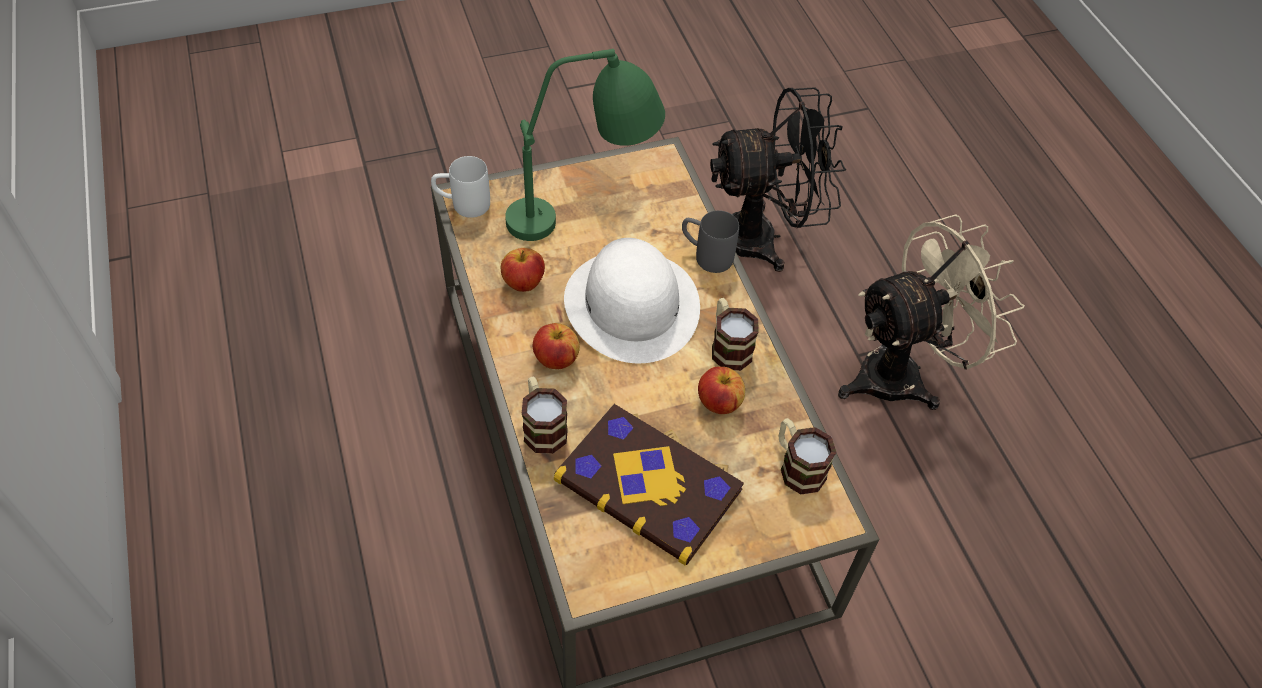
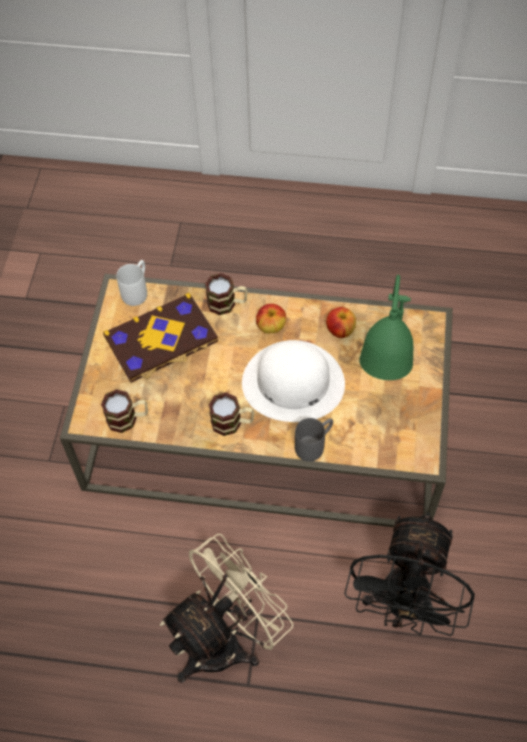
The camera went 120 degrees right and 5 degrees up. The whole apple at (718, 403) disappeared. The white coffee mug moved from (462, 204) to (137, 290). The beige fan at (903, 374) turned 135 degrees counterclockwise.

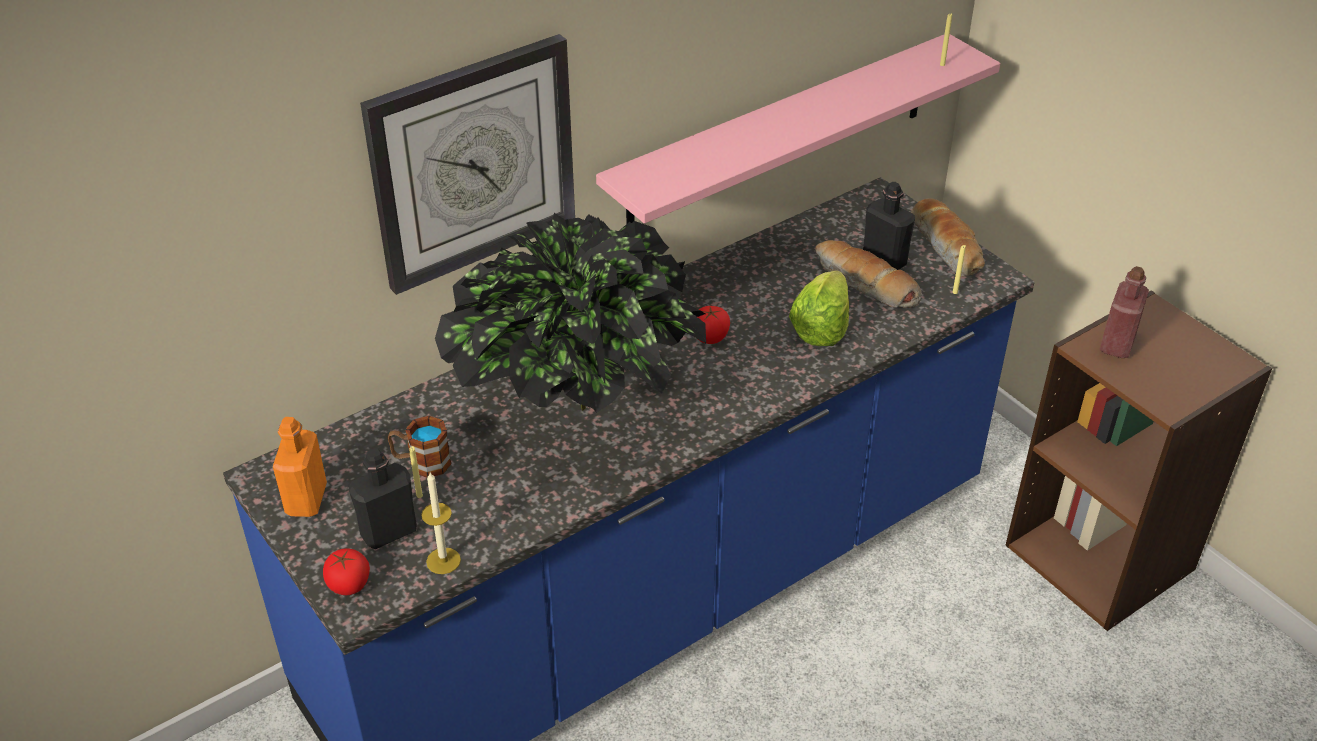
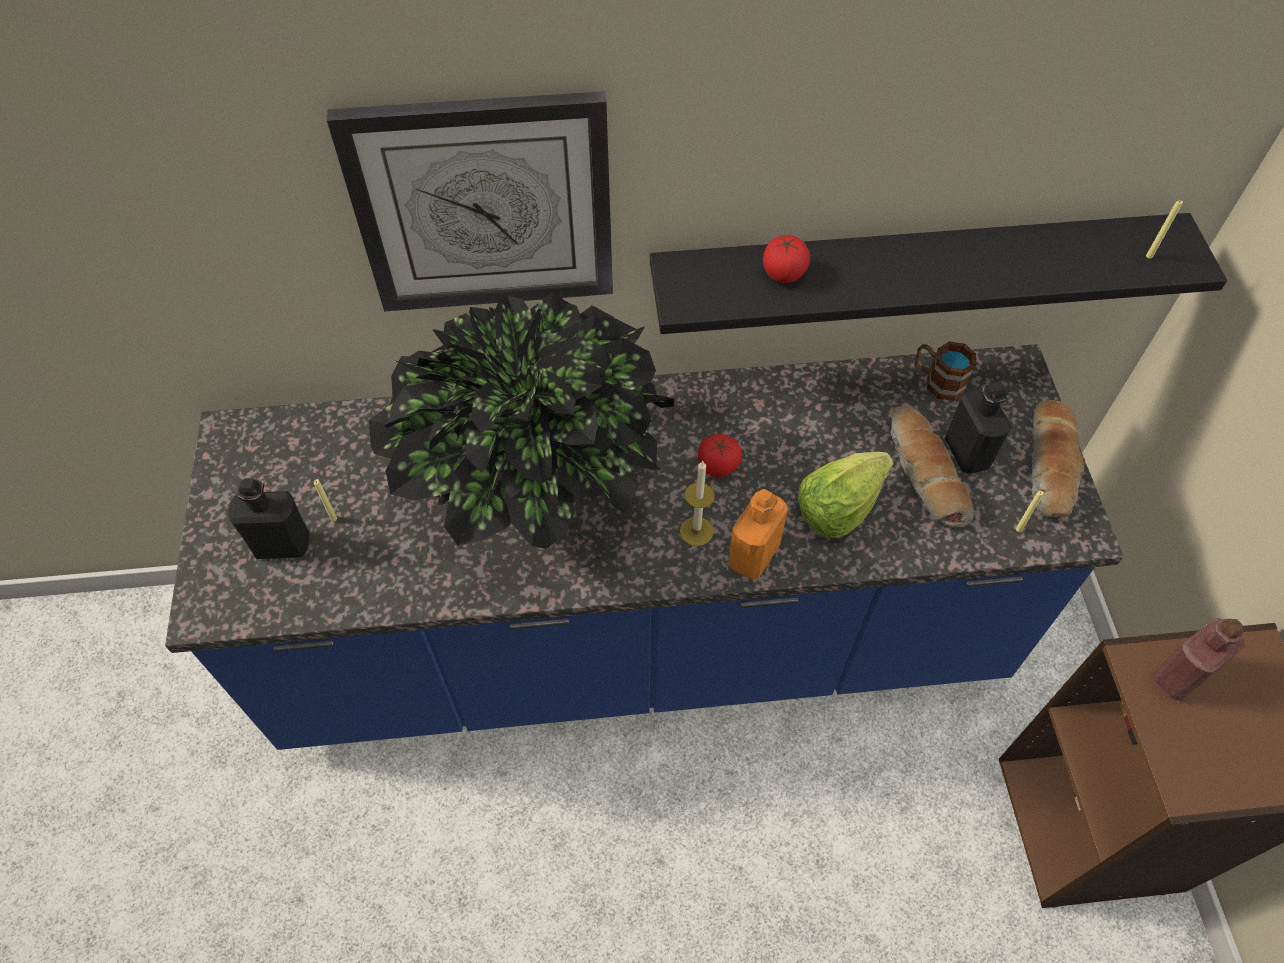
The camera went 30 degrees right and 15 degrees up. The orange-coloured drink bottle moved from (306, 499) to (753, 555). The whole tomato moved from (348, 584) to (783, 273). The coffee mug moved from (421, 462) to (937, 381). The candle moved from (443, 561) to (696, 531). The pinkish shelf at (781, 136) became the blackish shelf at (912, 271).

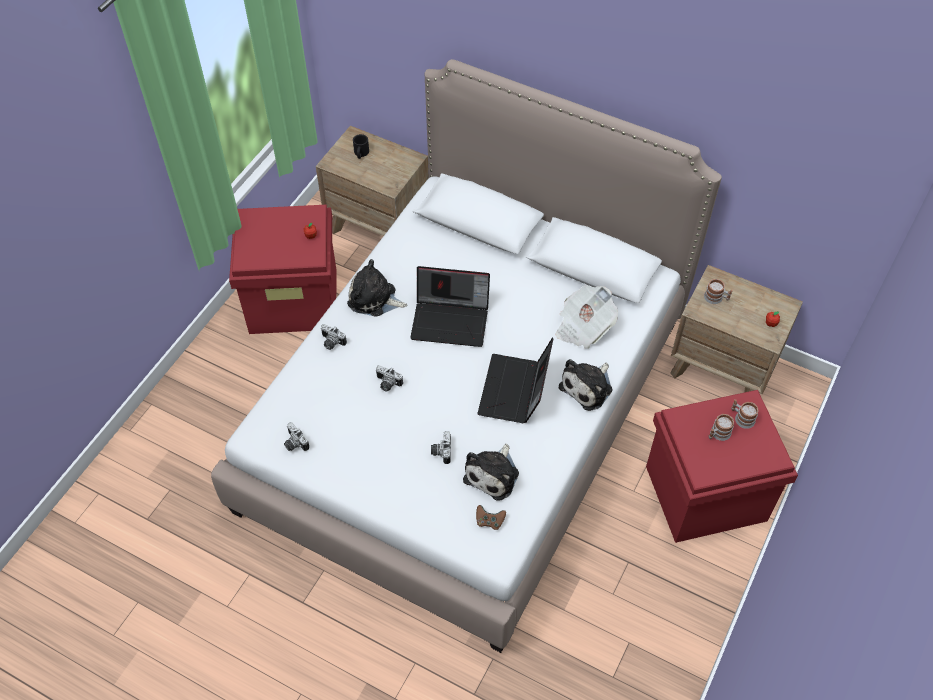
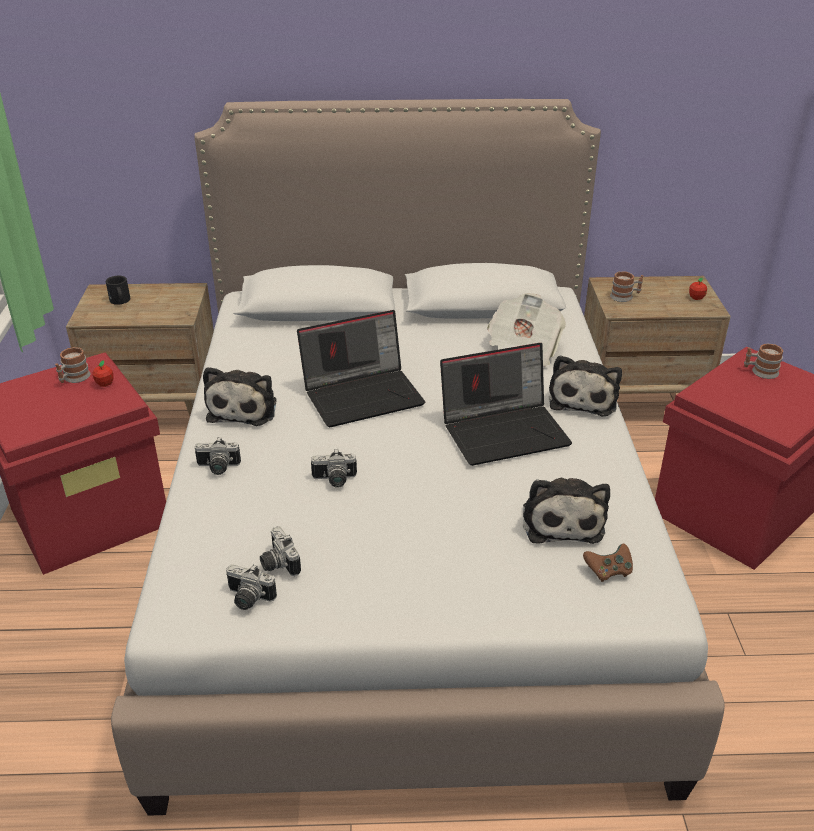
The camera went 30 degrees left and 20 degrees down. The photo camera moved from (441, 451) to (277, 563). The coffee mug moved from (718, 434) to (74, 378). The soft toy at (374, 299) turned 75 degrees counterclockwise. The notebook computer at (515, 391) turned 90 degrees counterclockwise.

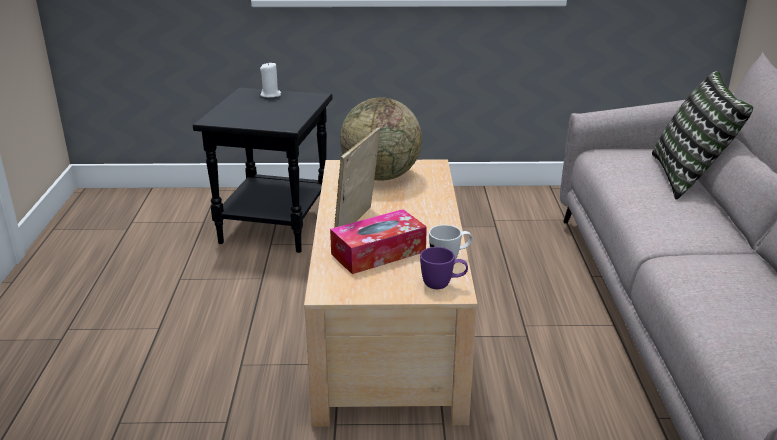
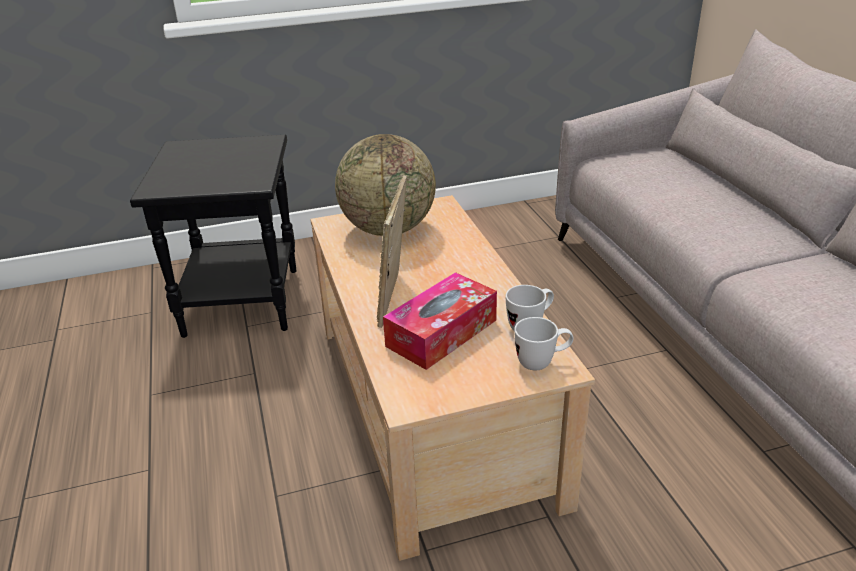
The camera went 15 degrees left and 5 degrees up. The white candle at (271, 95) disappeared. The cushion at (690, 177) disappeared. The purplish coffee mug at (443, 285) became the white coffee mug at (542, 362).

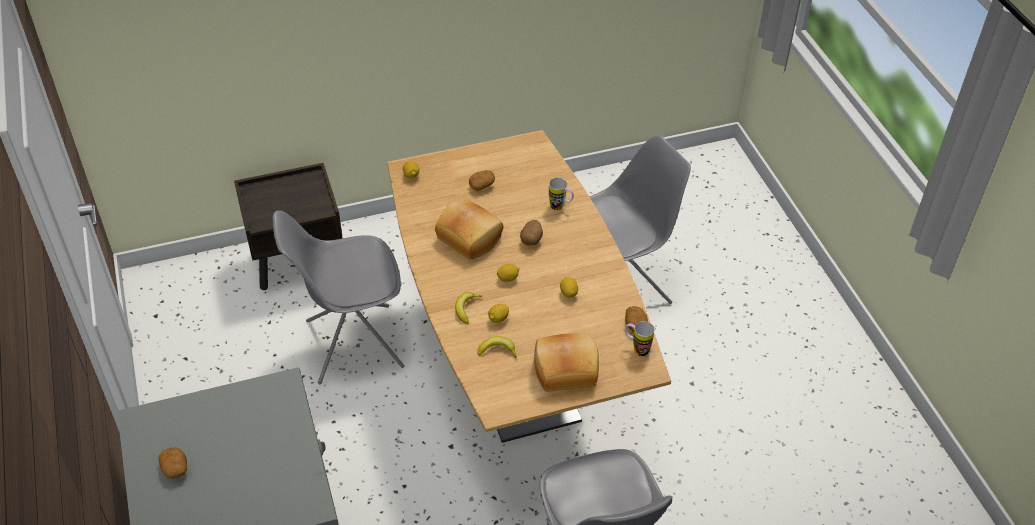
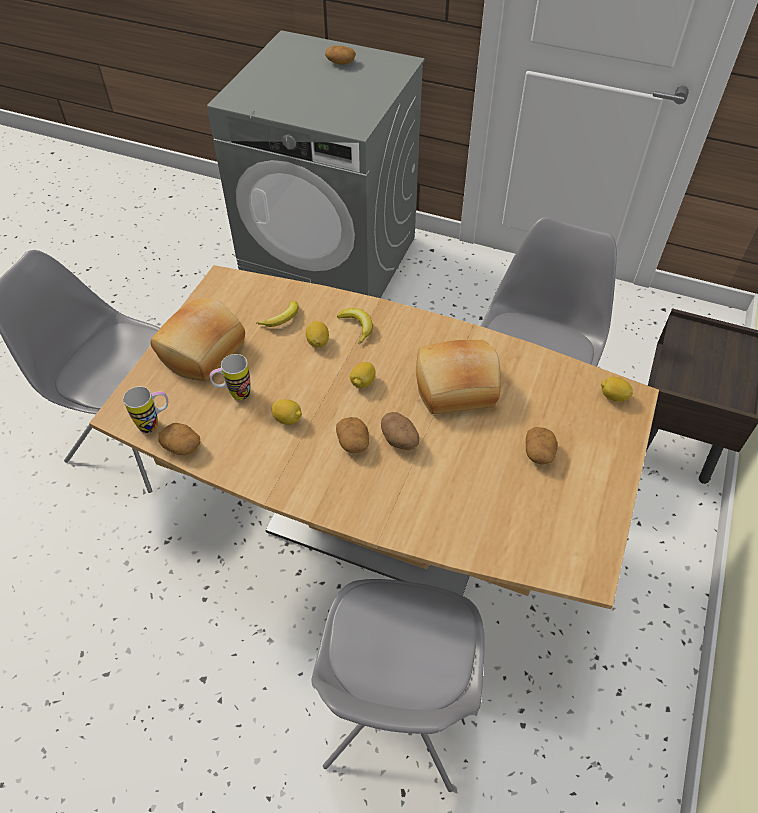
The camera went 130 degrees right and 5 degrees up. The spud at (353, 442) appeared. The coffee mug moved from (560, 207) to (234, 394).

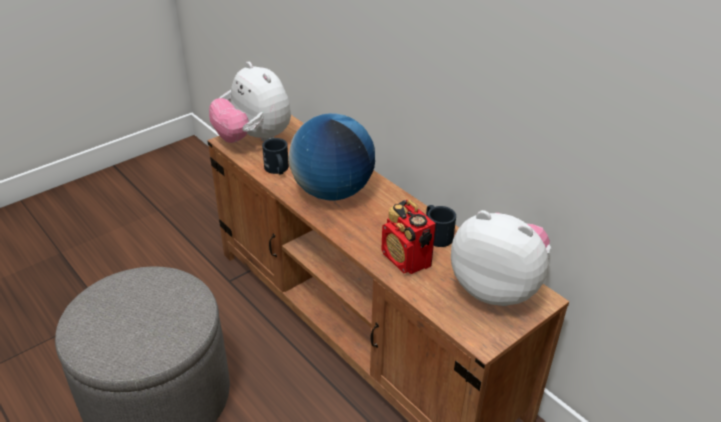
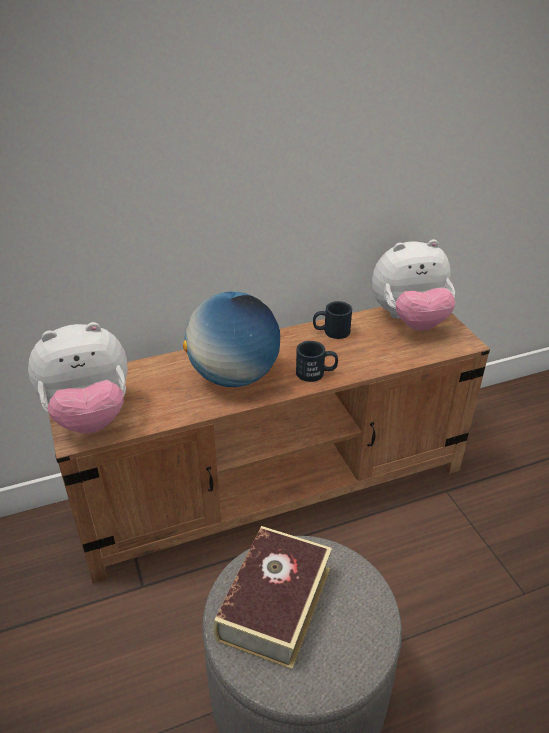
The camera went 70 degrees left and 0 degrees up. The radio set at (406, 260) disappeared. The bound book at (274, 603) appeared. The blackish coffee mug moved from (277, 170) to (316, 373). The soft toy at (496, 287) turned 150 degrees counterclockwise.

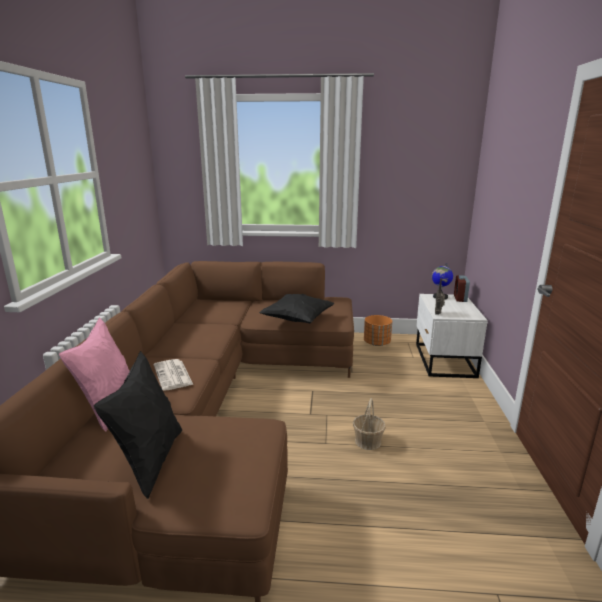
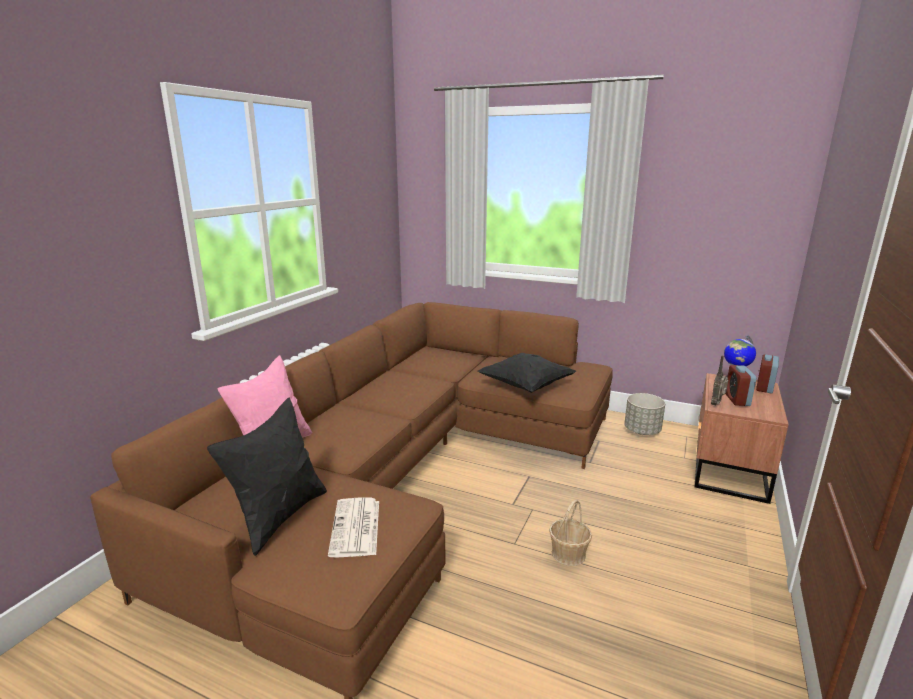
The camera went 20 degrees right and 0 degrees up. The alarm clock at (737, 400) appeared. The daily paper moved from (173, 375) to (356, 528). The orange-coloured planter at (377, 343) became the grey planter at (642, 431). The white night table at (443, 360) became the brownish night table at (727, 470).

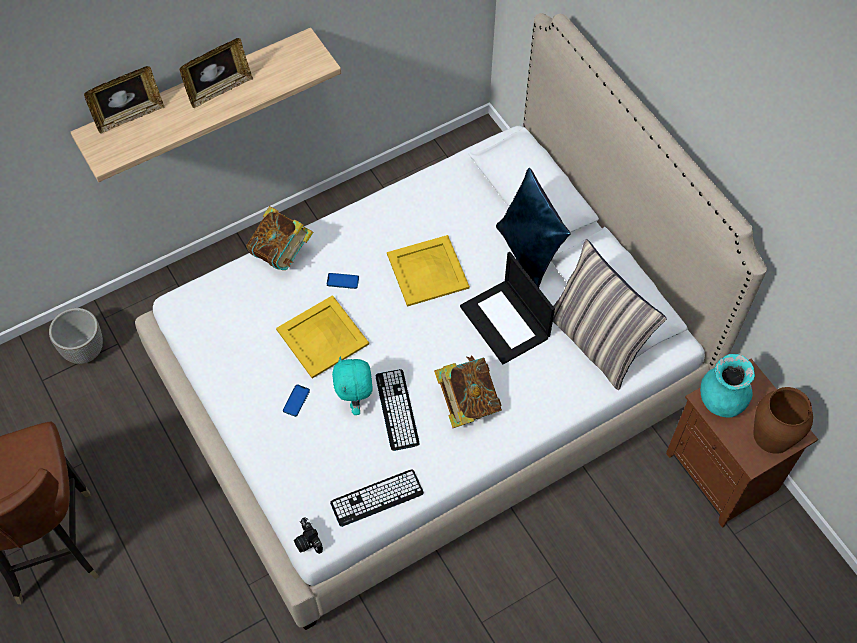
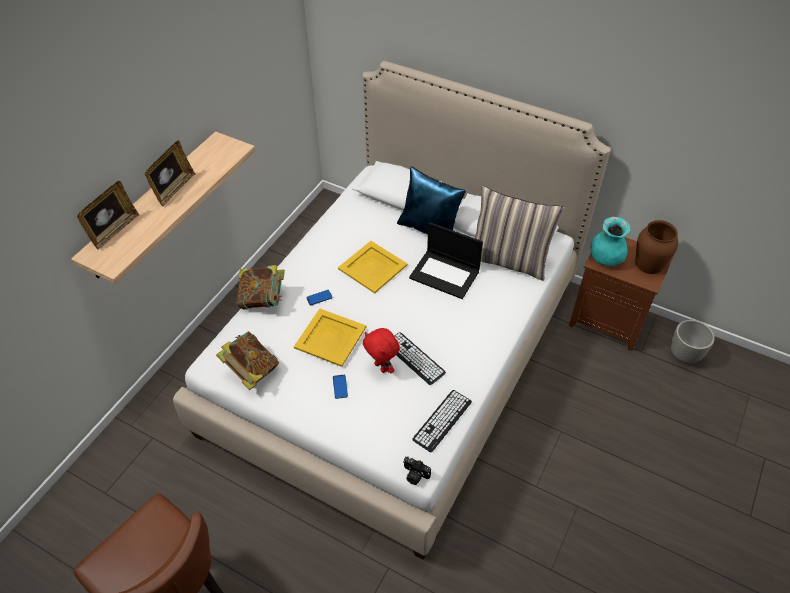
The camera went 30 degrees left and 10 degrees down. The planter moved from (85, 350) to (684, 355). The bound book moved from (467, 402) to (251, 371). The blue-green soft toy at (355, 401) became the reddish soft toy at (382, 367).

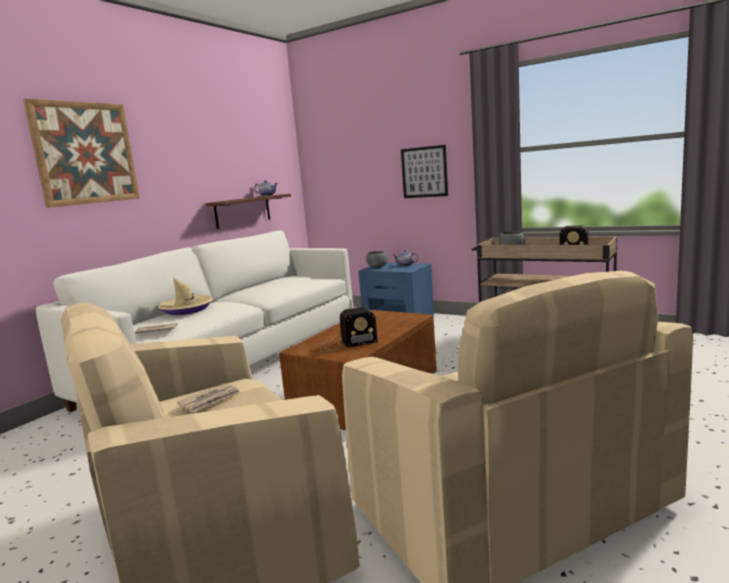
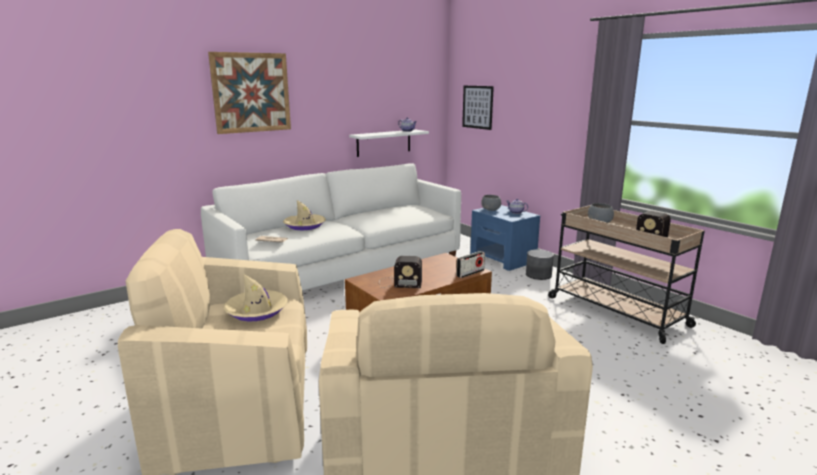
The camera went 20 degrees right and 5 degrees up. The radio set at (470, 273) appeared. The grey planter at (539, 275) appeared. The picture moved from (424, 172) to (477, 107). The daily paper at (211, 400) was replaced by the beige hat at (257, 311). The brownish shelf at (243, 211) became the white shelf at (384, 143).

